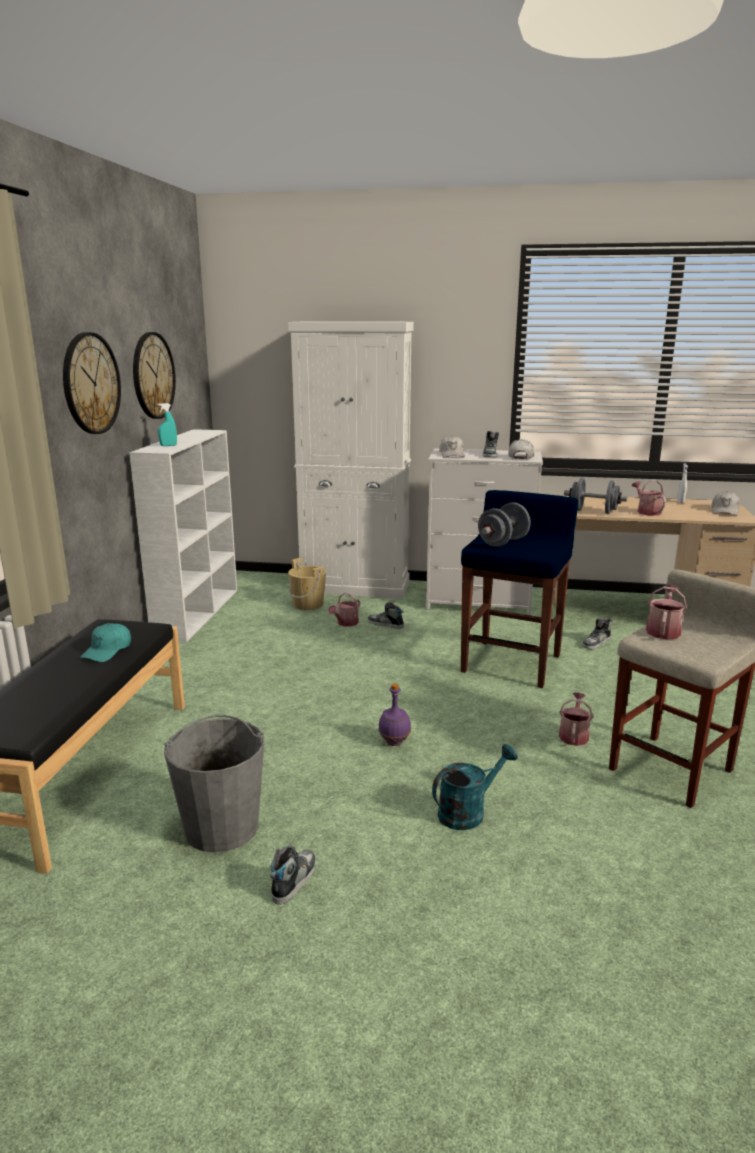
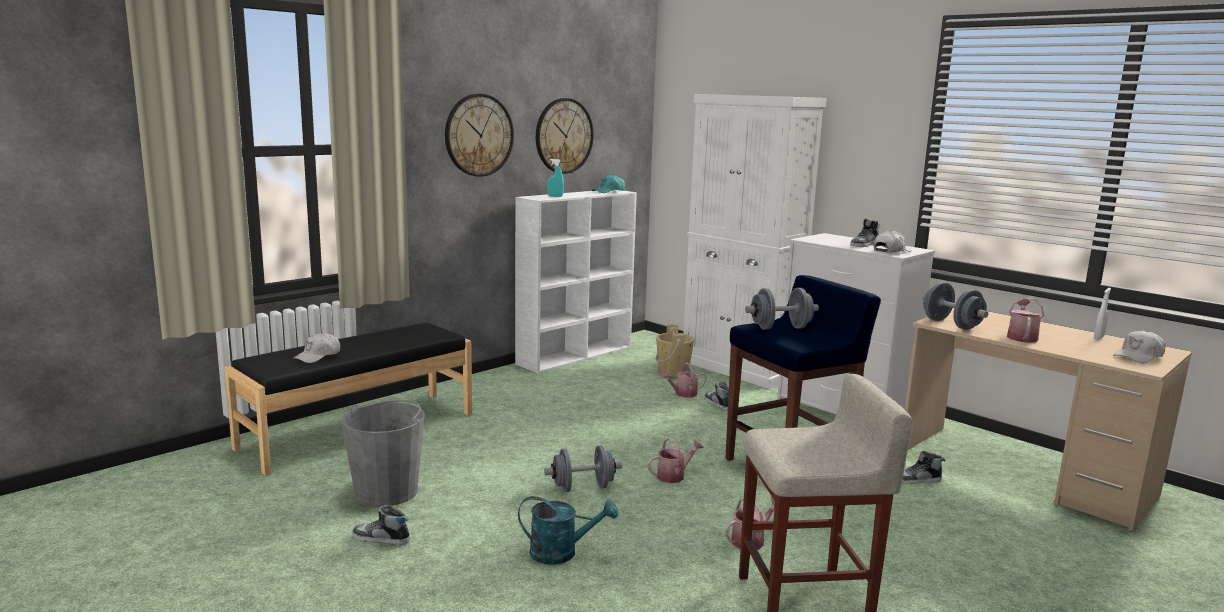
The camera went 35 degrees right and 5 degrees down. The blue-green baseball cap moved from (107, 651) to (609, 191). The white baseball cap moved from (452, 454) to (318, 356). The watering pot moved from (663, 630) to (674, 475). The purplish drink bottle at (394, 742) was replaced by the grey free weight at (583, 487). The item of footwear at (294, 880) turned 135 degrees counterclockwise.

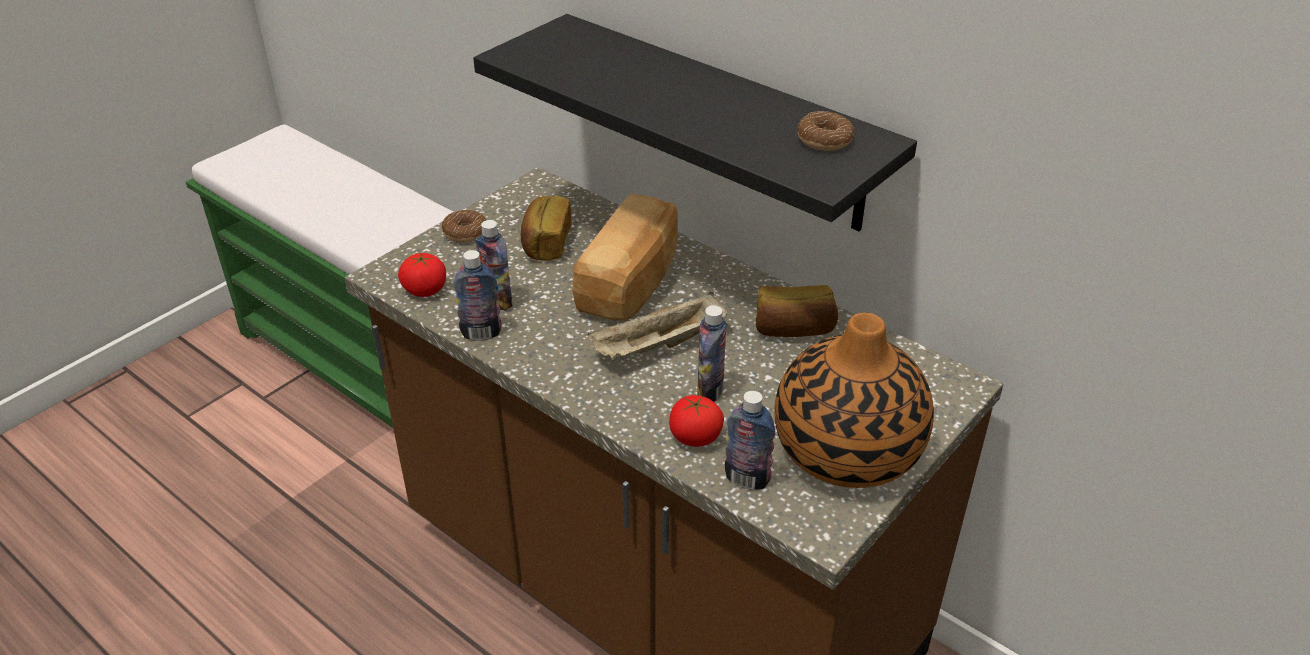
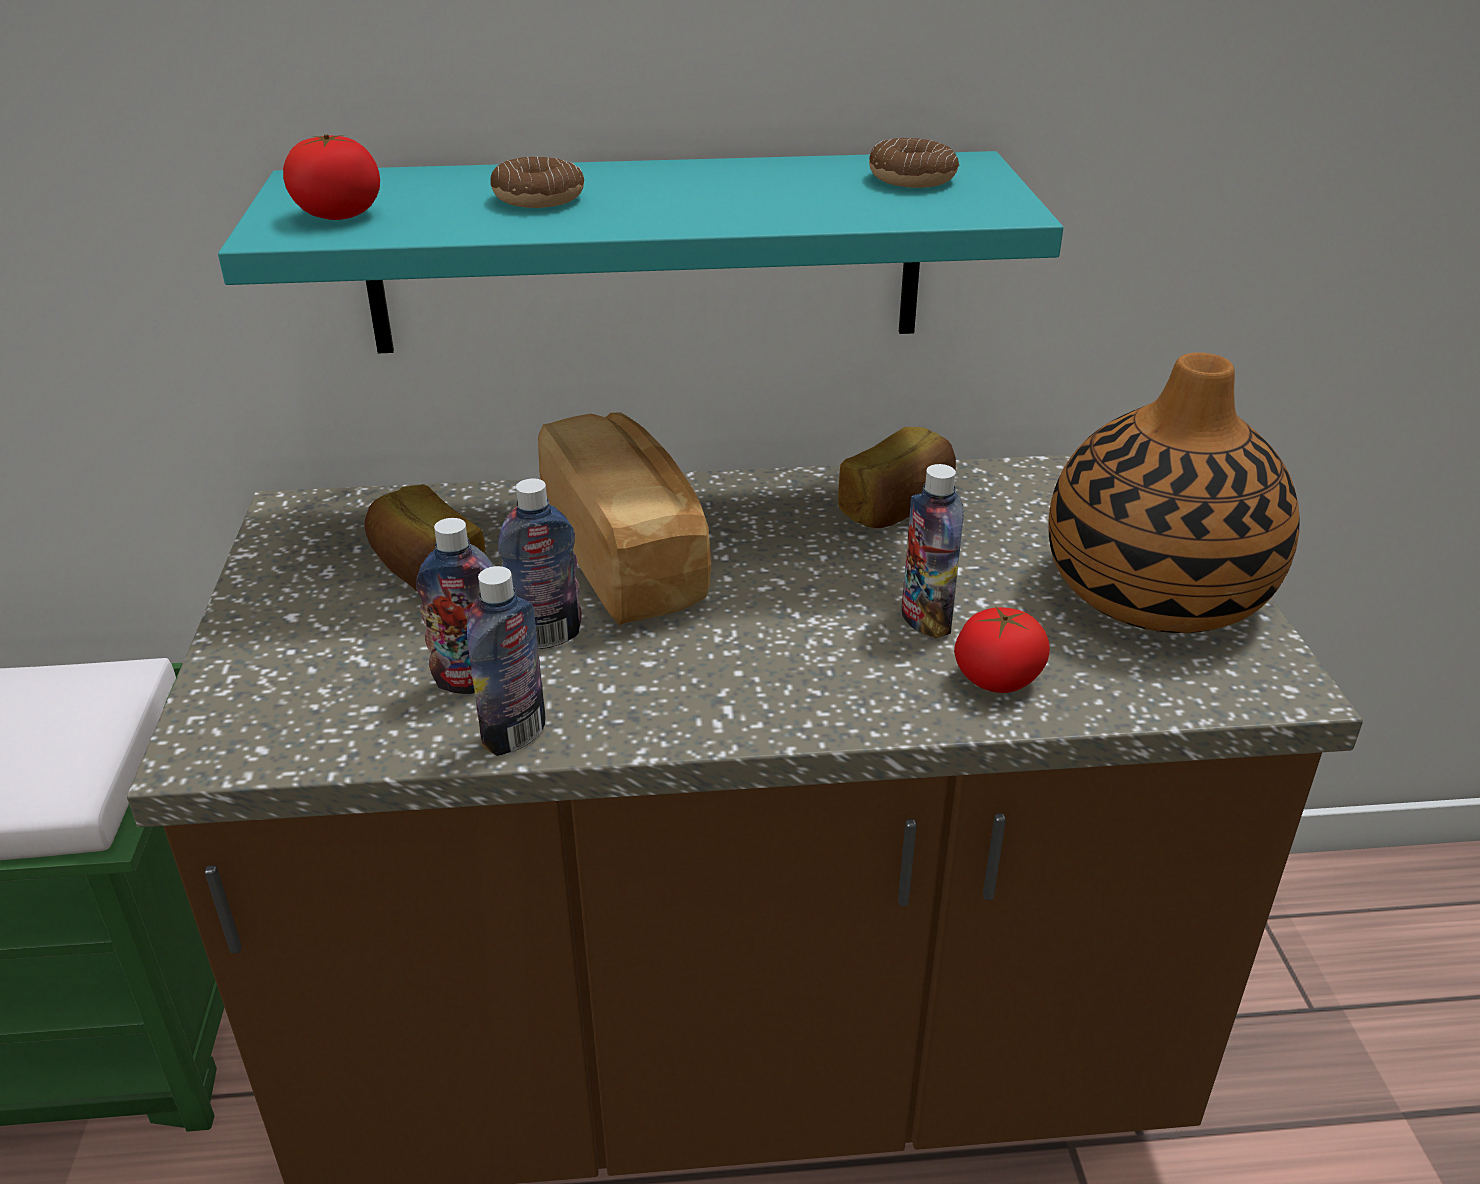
The camera went 45 degrees left and 5 degrees down. The beige serving tray at (658, 346) disappeared. The whole tomato moved from (425, 290) to (338, 215). The ring doughnut moved from (465, 233) to (539, 198). The drink bottle moved from (747, 479) to (546, 636). The blackish shelf at (723, 122) became the blue-green shelf at (646, 253).

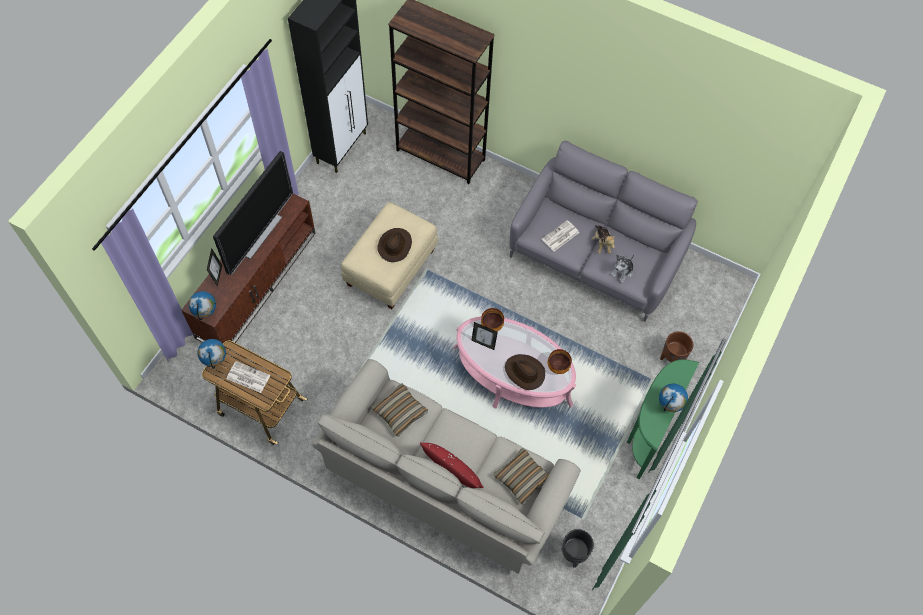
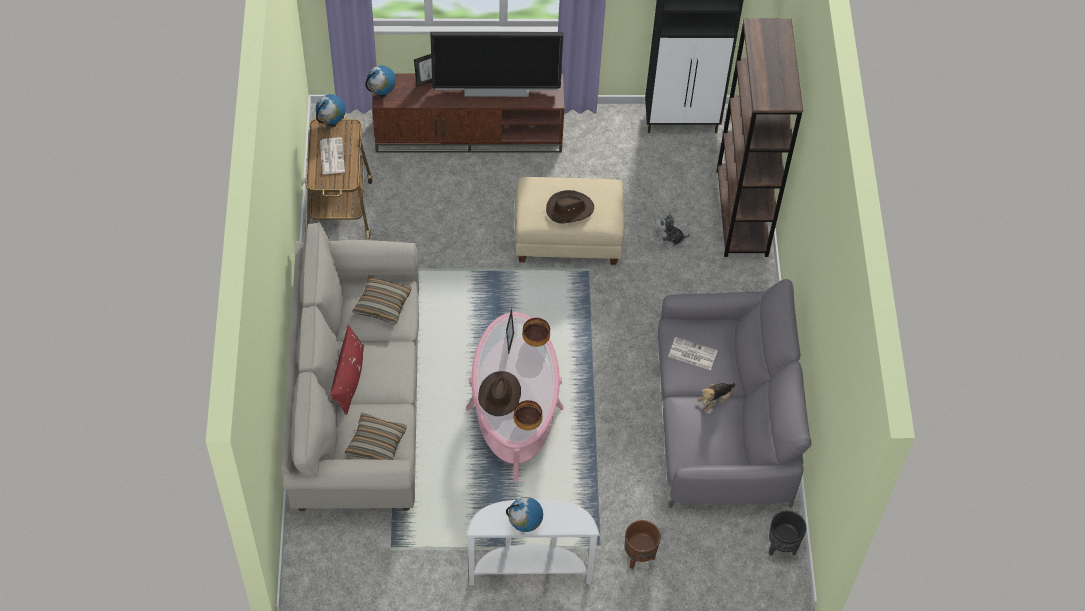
The camera went 60 degrees right and 5 degrees down. The blackish planter moved from (573, 554) to (782, 547). The soft toy moved from (622, 272) to (669, 239). The green hall table at (647, 433) became the white hall table at (529, 569).

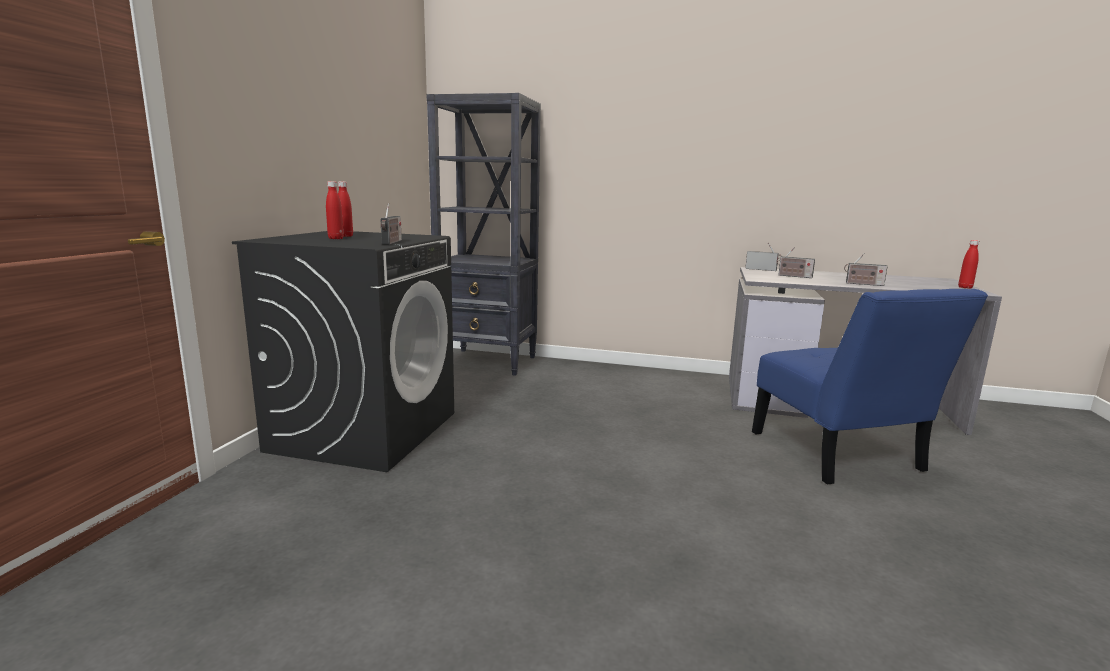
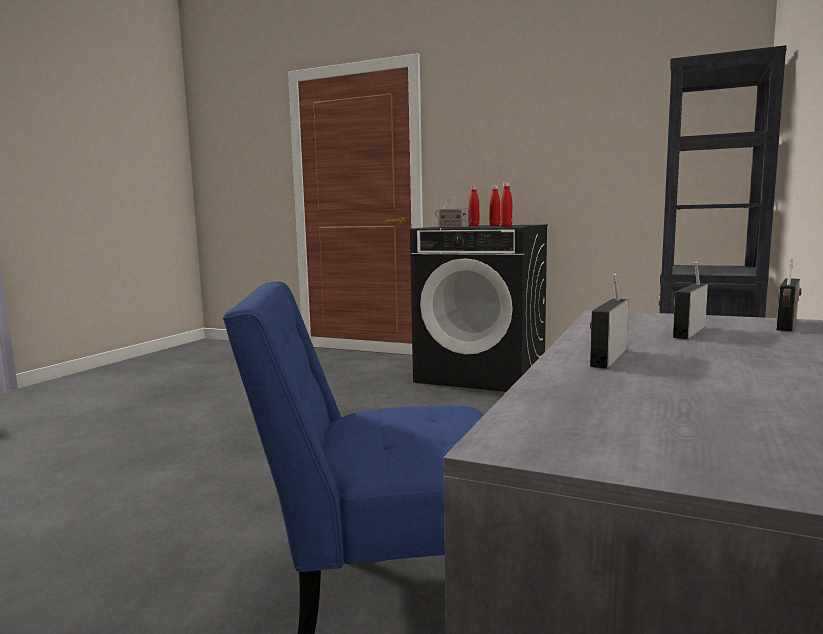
The camera went 100 degrees right and 5 degrees down. The reddish drink bottle moved from (965, 287) to (506, 226).

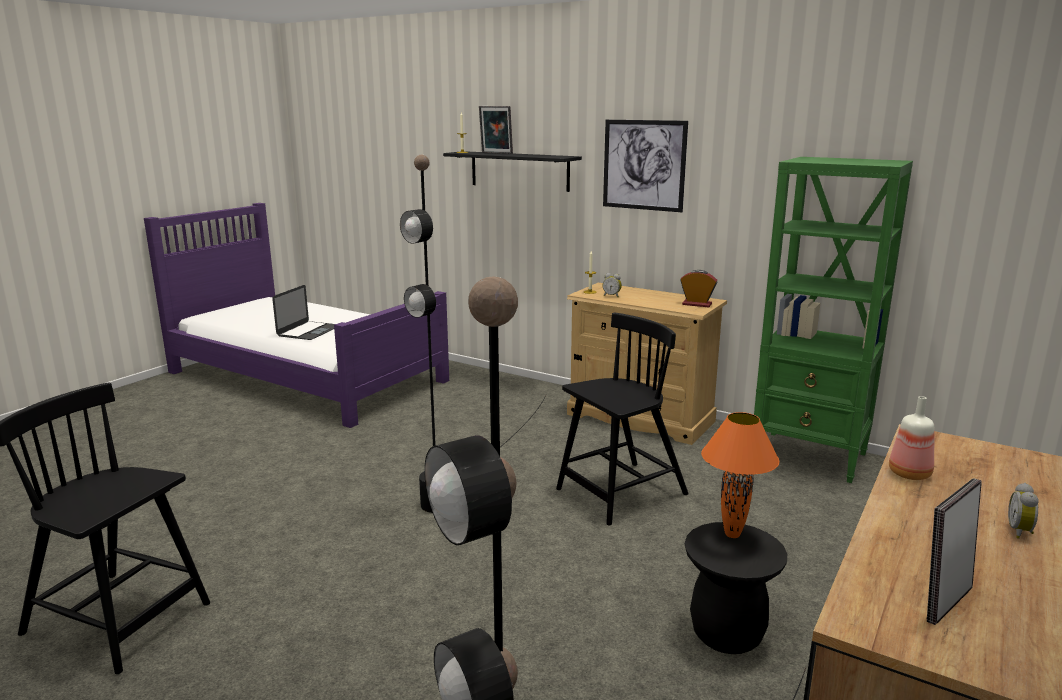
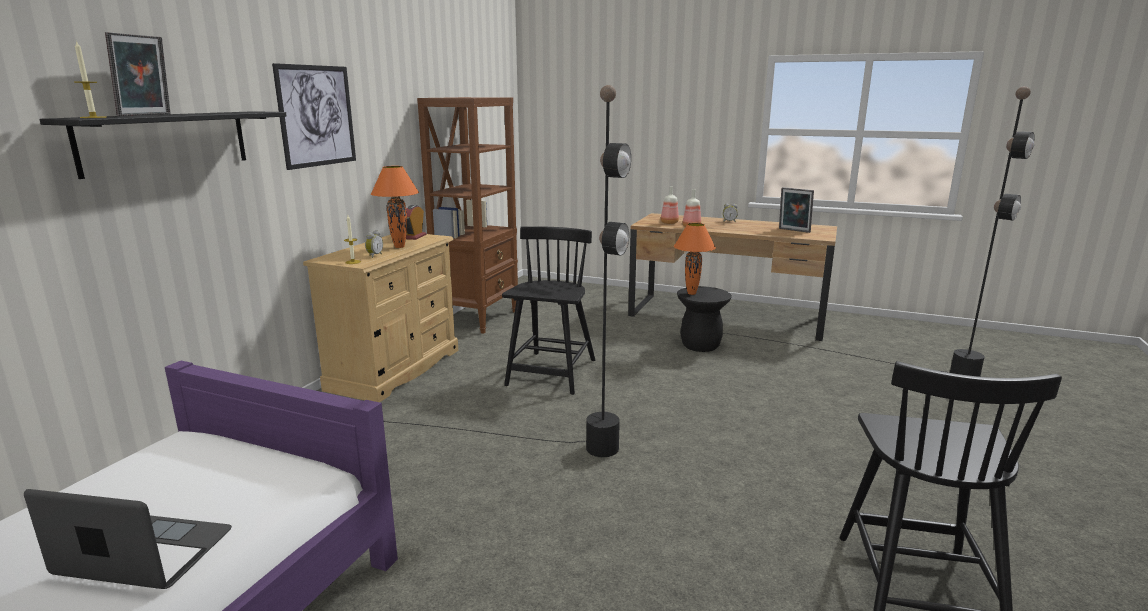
The camera went 100 degrees left and 0 degrees up. The orange-coloured table lamp at (399, 247) appeared. The drink bottle at (668, 223) appeared. The green bookcase at (810, 457) became the brownish bookcase at (478, 318). The blackish chair at (620, 493) turned 60 degrees clockwise.

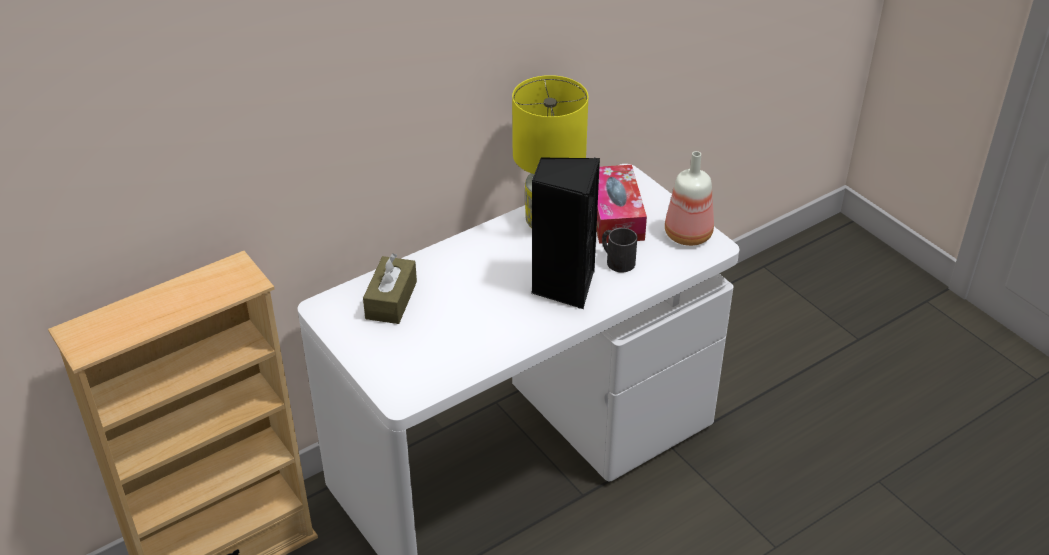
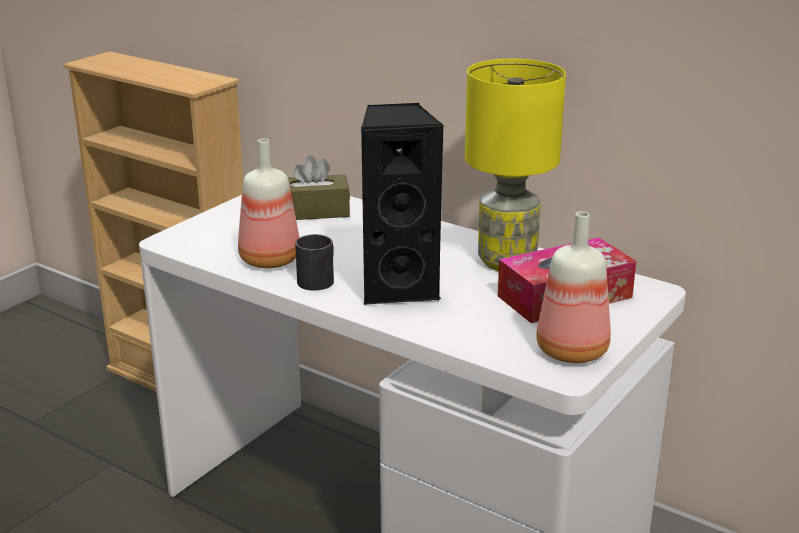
The camera went 70 degrees right and 15 degrees down. The drink bottle at (268, 260) appeared. The blackish coffee mug moved from (616, 260) to (319, 278).

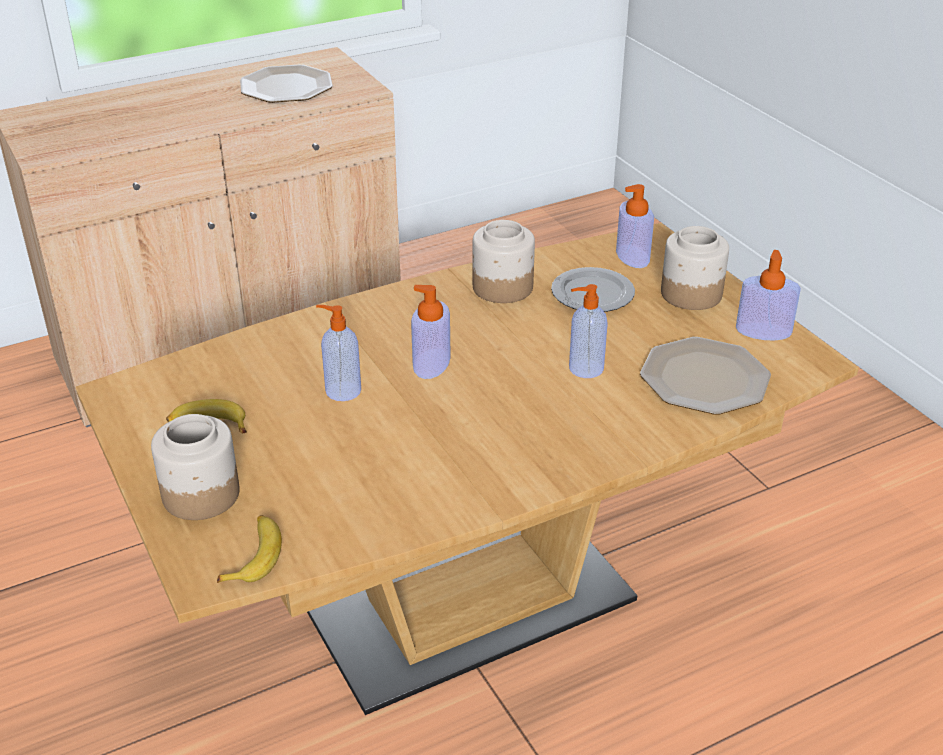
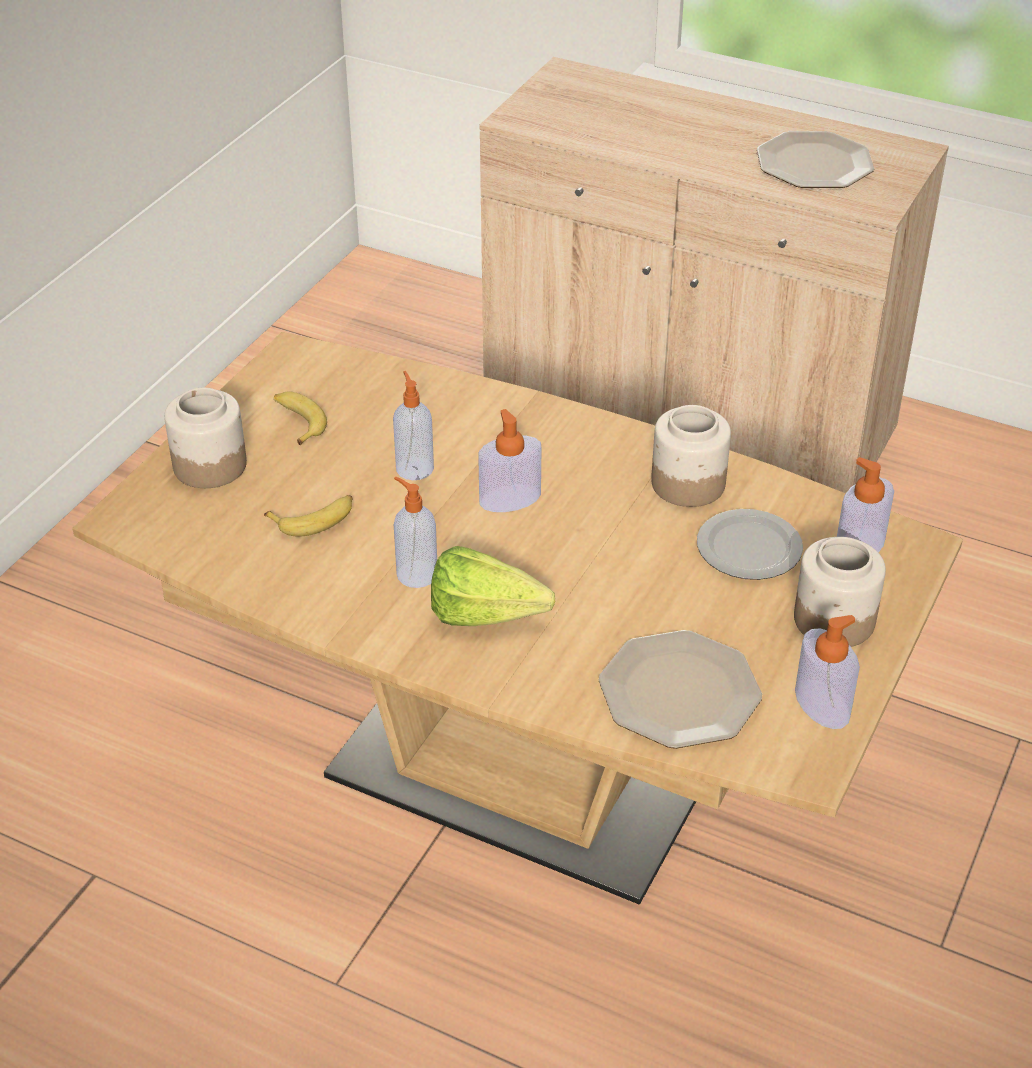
The camera went 55 degrees right and 5 degrees up. The lettuce at (494, 619) appeared. The banana fruit moved from (254, 555) to (314, 519). The soap dispenser moved from (584, 368) to (416, 573).

